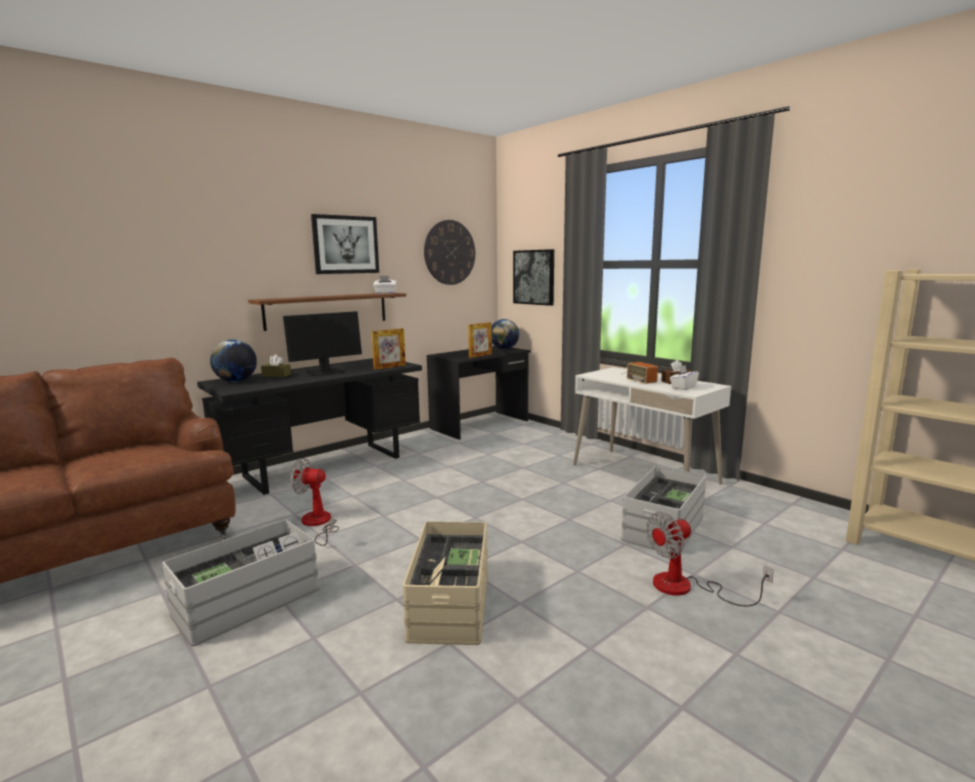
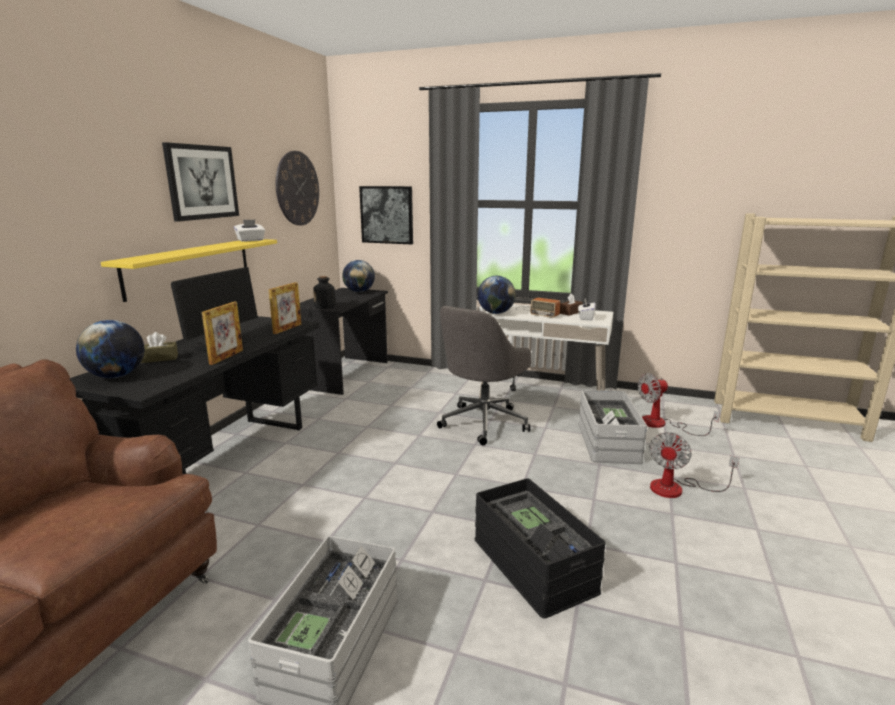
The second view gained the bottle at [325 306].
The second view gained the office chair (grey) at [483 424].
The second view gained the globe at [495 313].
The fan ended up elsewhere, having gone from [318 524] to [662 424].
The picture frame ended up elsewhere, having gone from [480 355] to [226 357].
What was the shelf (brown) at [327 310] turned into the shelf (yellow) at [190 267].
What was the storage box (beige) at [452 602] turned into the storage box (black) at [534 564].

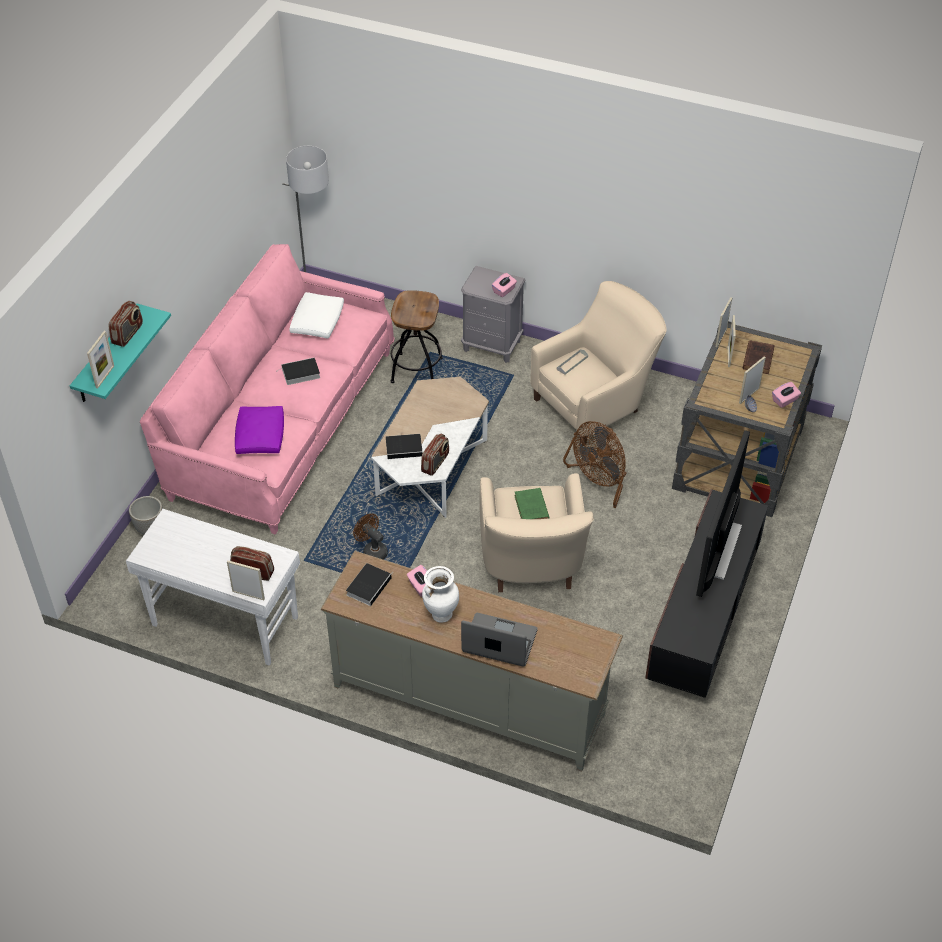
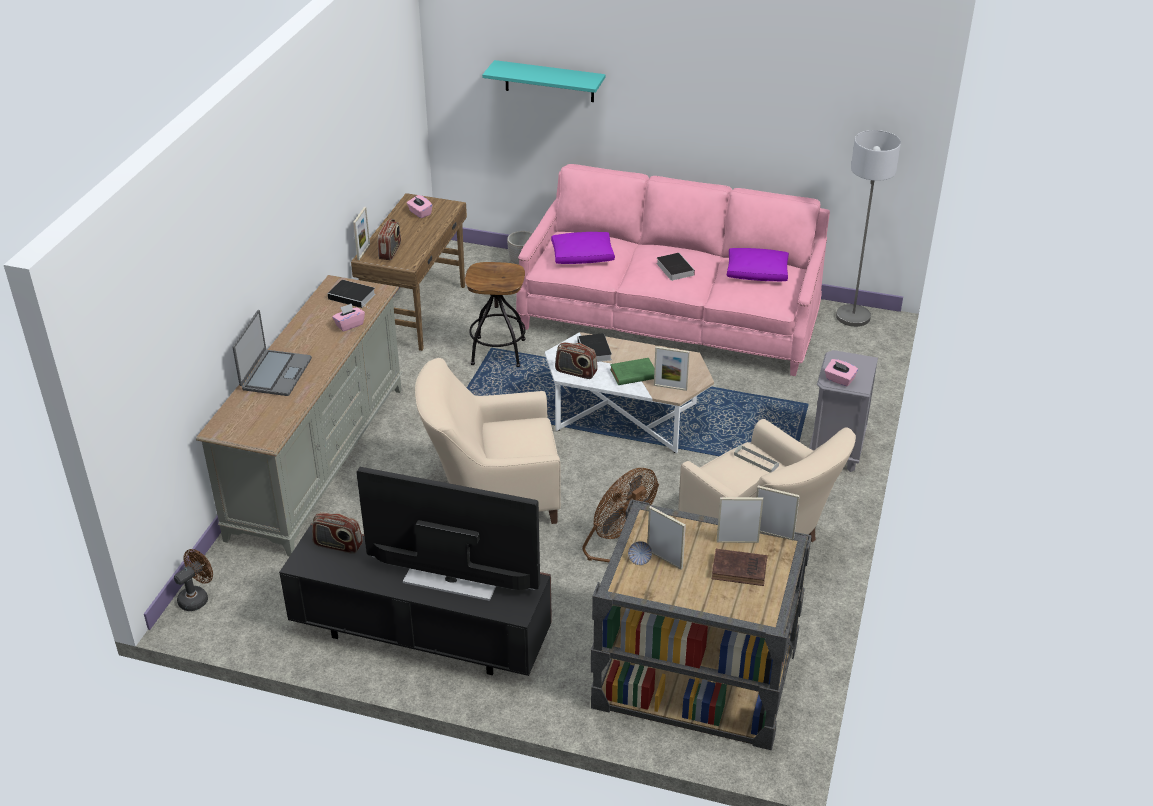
The second view lost the vase (white) at [441 614].
The picture frame ended up elsewhere, having gone from [105 376] to [670 387].
The radio ended up elsewhere, having gone from [128 334] to [338 545].
The fan (brown) ended up elsewhere, having gone from [372 551] to [197 598].
The stool (brown) ended up elsewhere, having gone from [416 369] to [498 351].
The book (green) ended up elsewhere, having gone from [531 509] to [632 374].
The tissue box (pink) ended up elsewhere, having gone from [785 400] to [420 213].
What was the console table (white) at [224 621] turned into the console table (brown) at [417 312].
What was the pillow (white) at [317 321] turned into the pillow (purple) at [757 273].

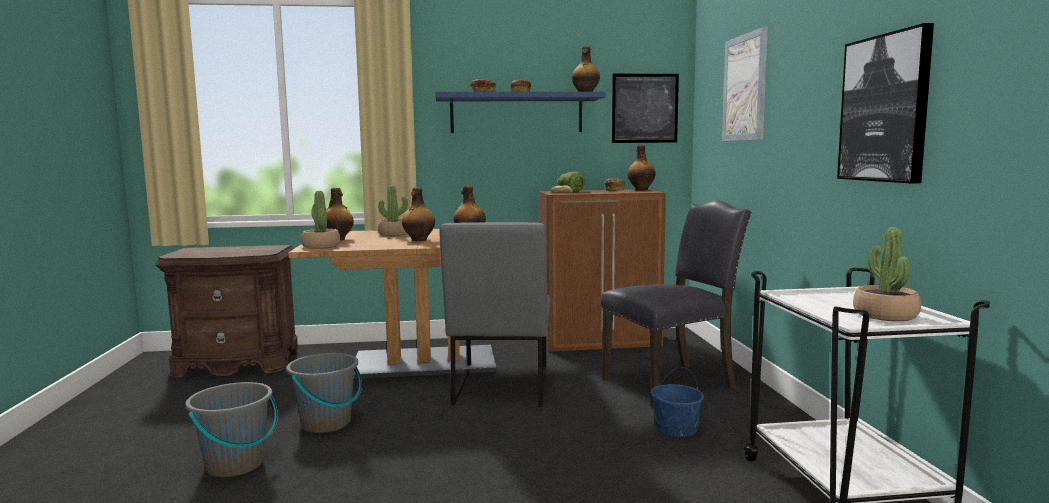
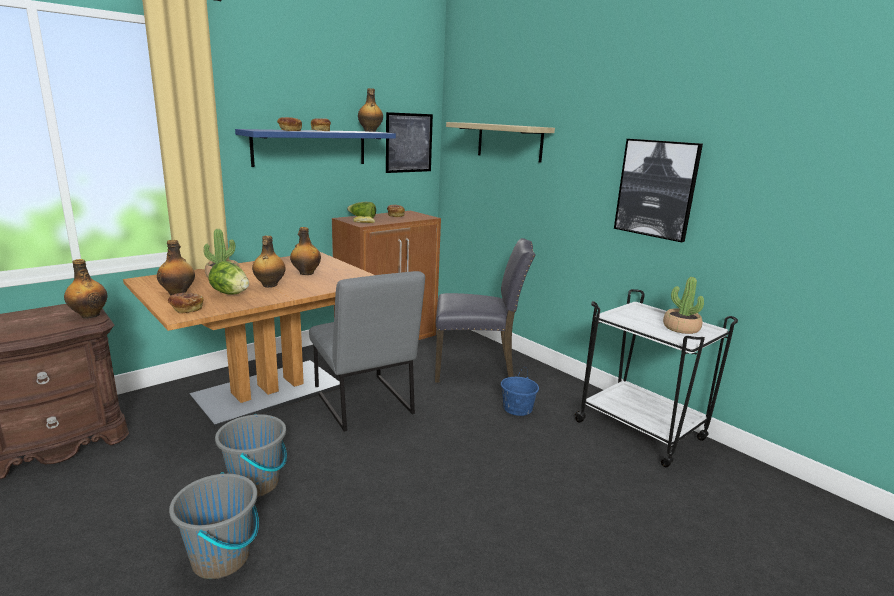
The second view gained the lettuce at [230 293].
The bottle ended up elsewhere, having gone from [641 189] to [89 315].
Where the potted plant stood at [321 246], the bread came to stand at [186 309].
Where the picture hung at [744 88], the shelf came to hang at [509 142].
The chair (grey) at [672 383] ended up facing another way, 60 degrees clockwise from before.

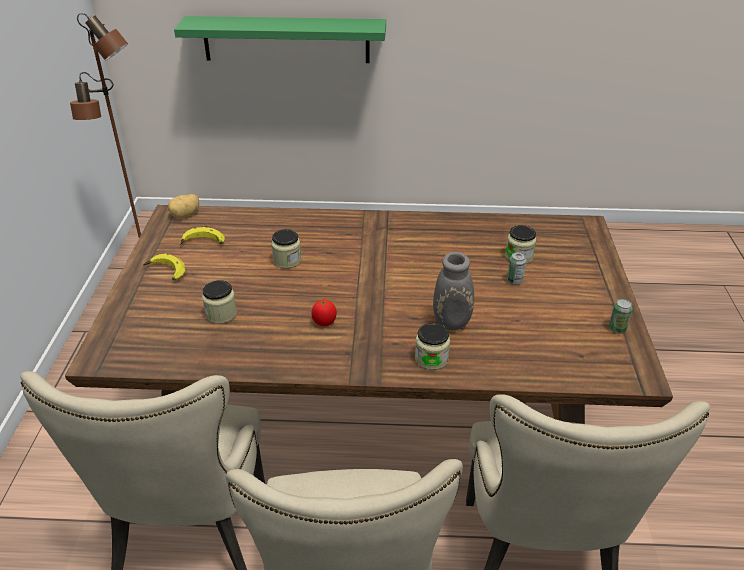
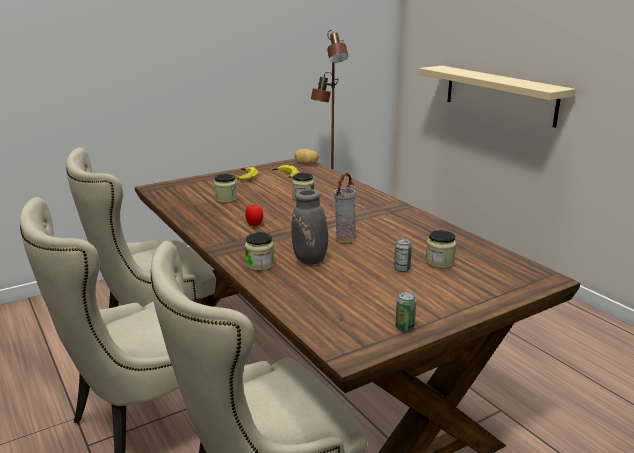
The second view gained the vase at [344 239].
What was the shelf (green) at [286 39] turned into the shelf (beige) at [499 94].

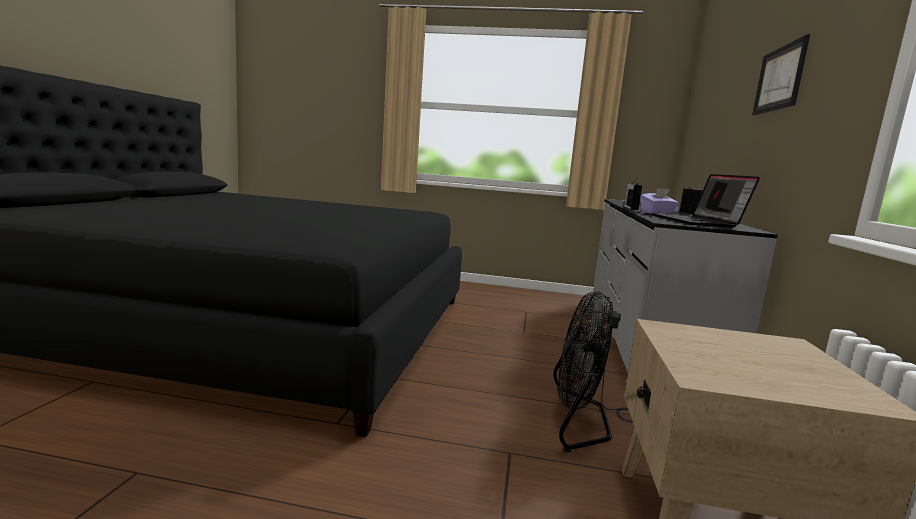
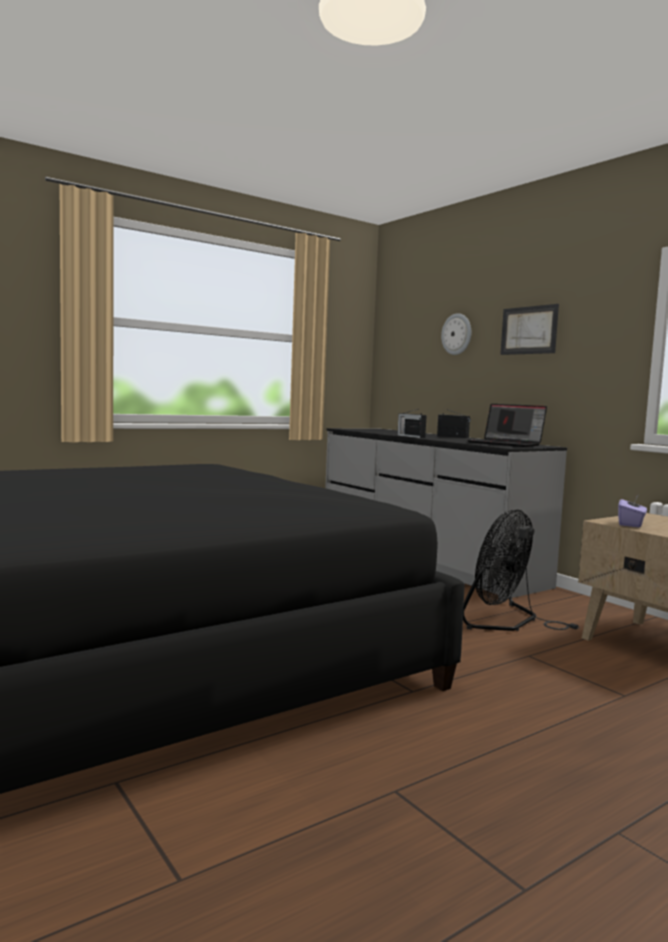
The second view gained the wall clock at [457 334].
The tissue box (purple) ended up elsewhere, having gone from [657 213] to [631 524].
The fan (black) at [586 418] ended up facing another way, 75 degrees clockwise from before.

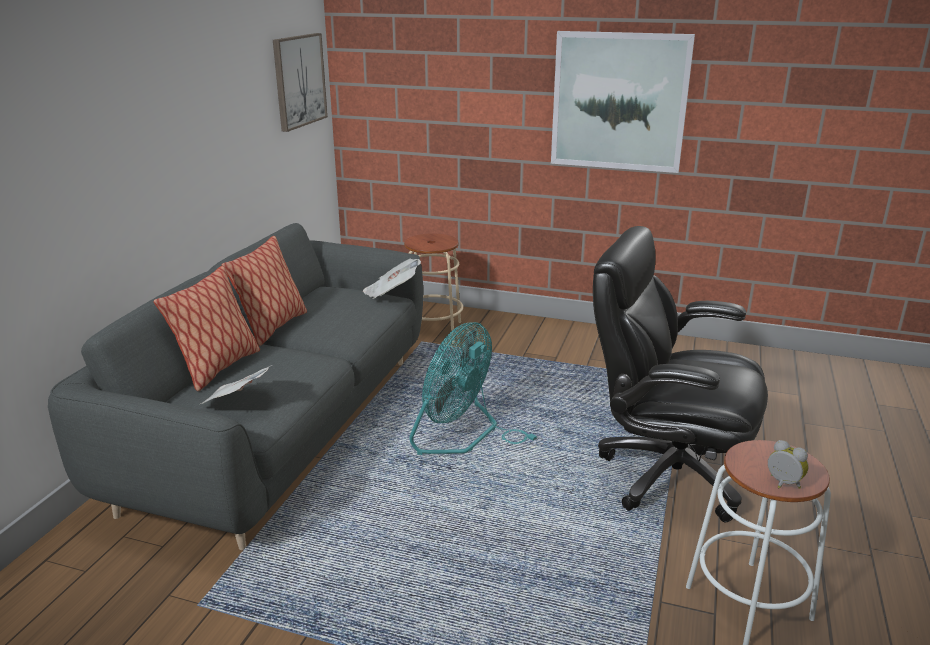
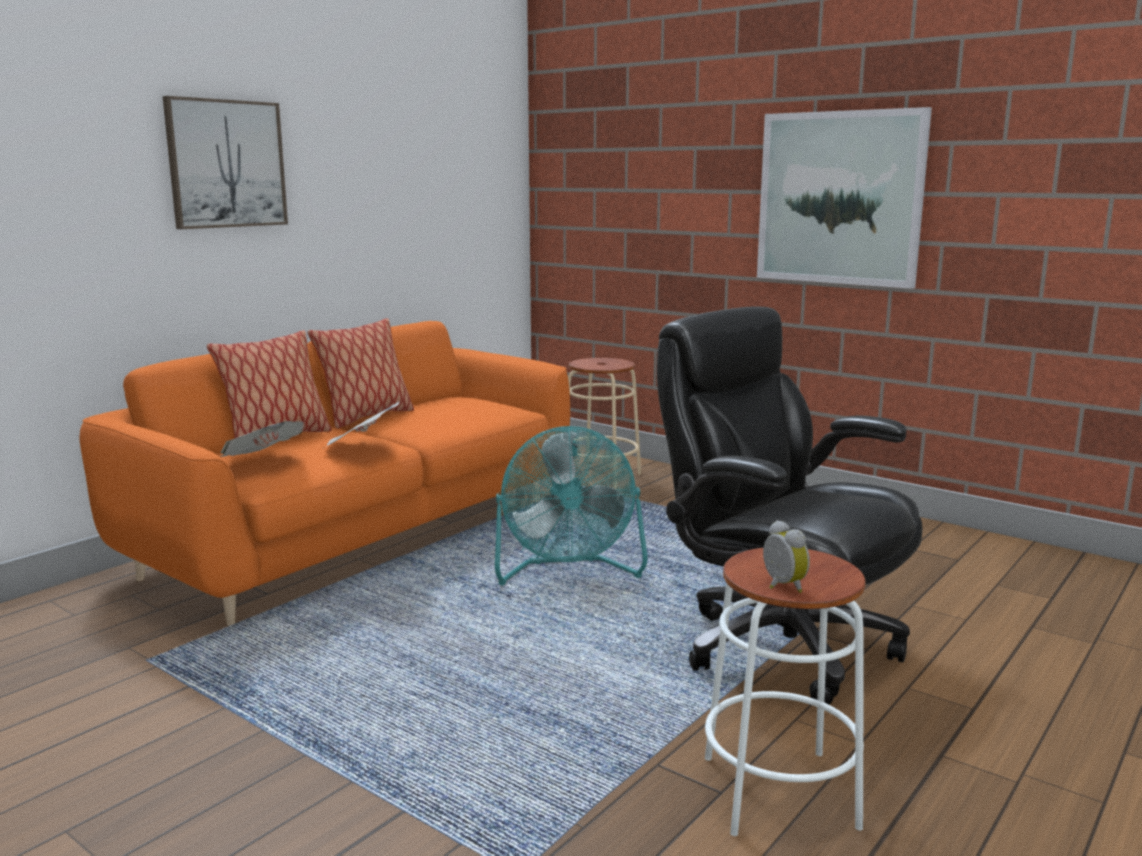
The picture ended up elsewhere, having gone from [299 81] to [226 164].
The newspaper ended up elsewhere, having gone from [391 293] to [361 446].
What was the sofa (grey) at [281 427] turned into the sofa (orange) at [360 535].
The fan (turquoise) at [470 433] ended up facing another way, 150 degrees counterclockwise from before.

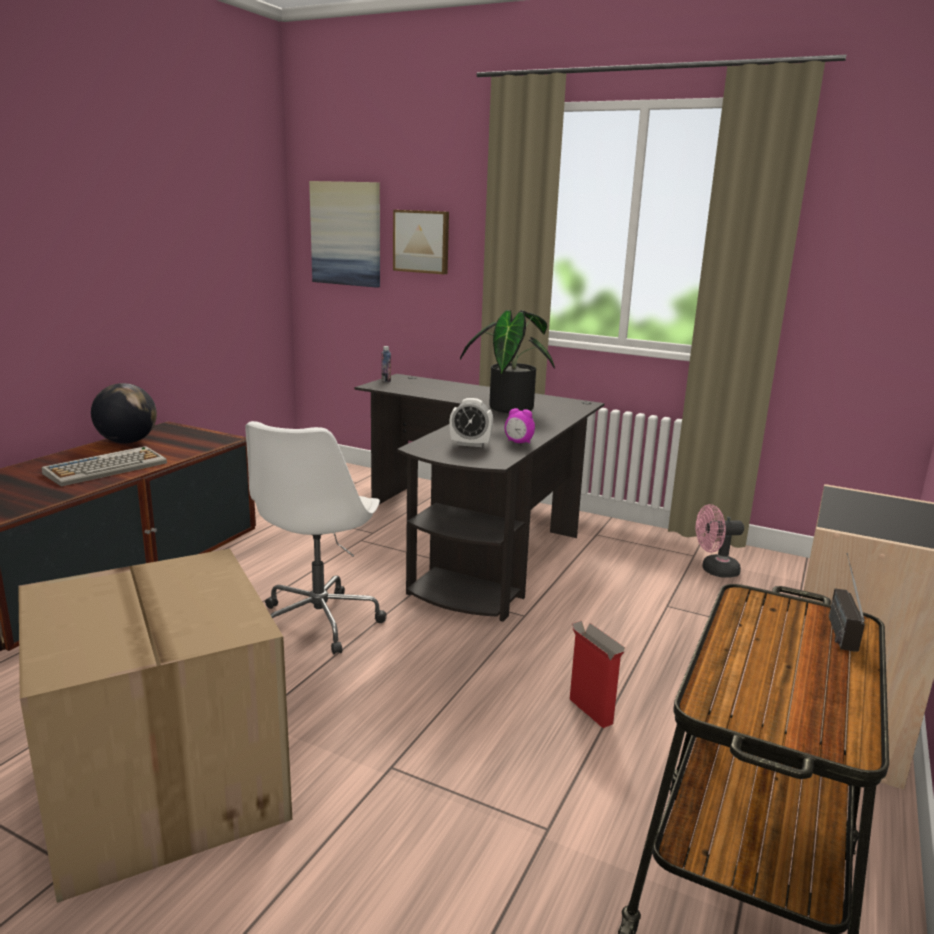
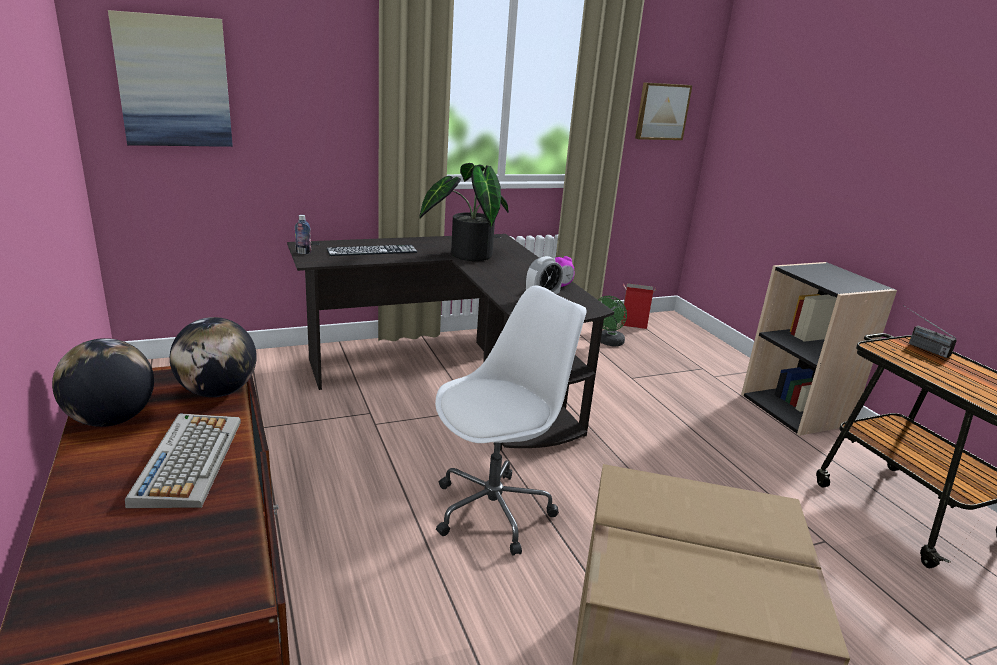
The second view gained the globe at [217 392].
The second view gained the keyboard at [372 250].
The picture ended up elsewhere, having gone from [422 241] to [661 111].
The cardboard box ended up elsewhere, having gone from [589 710] to [633 326].
What was the fan (pink) at [714 570] turned into the fan (green) at [608 343].
The office chair (white) at [317 624] ended up facing another way, 90 degrees counterclockwise from before.

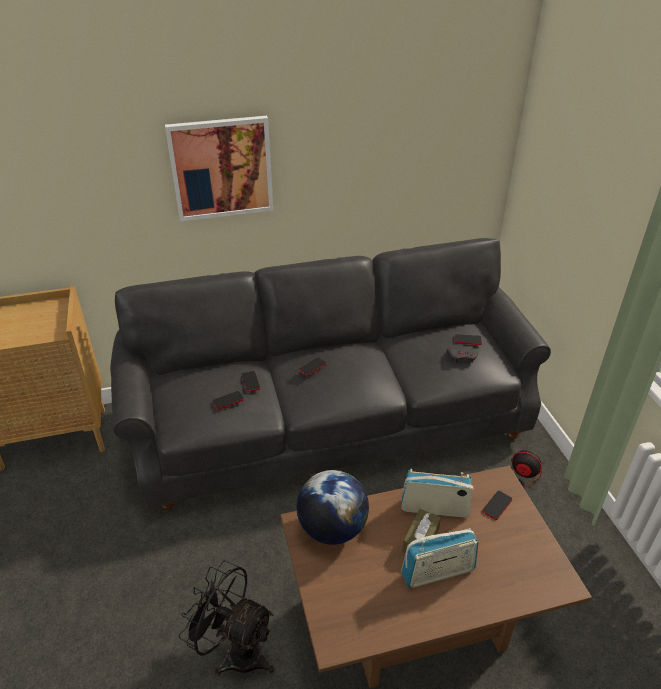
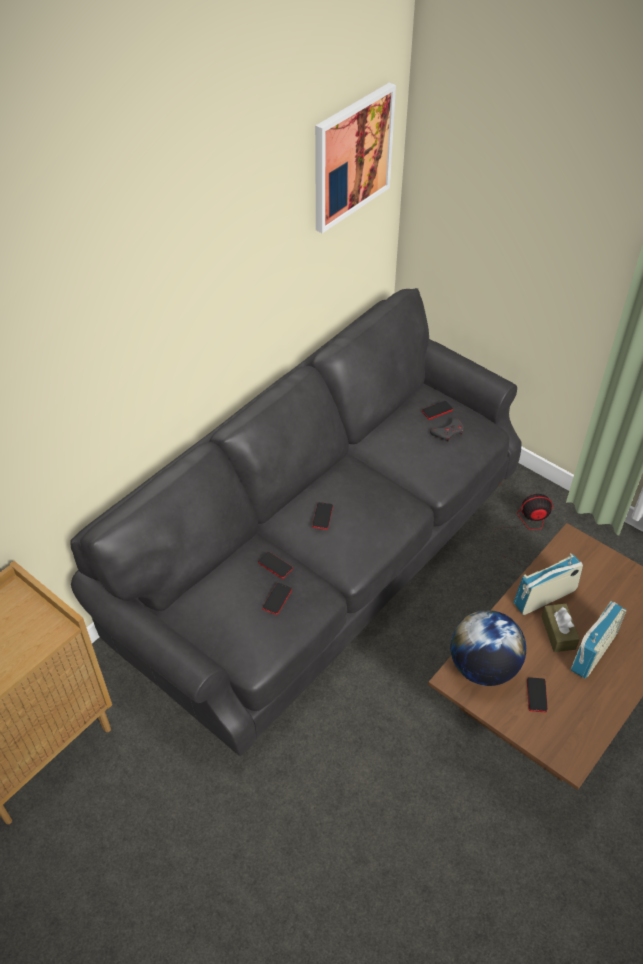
The second view lost the fan (black) at [236 651].
The picture ended up elsewhere, having gone from [221 168] to [351 157].
The phone ended up elsewhere, having gone from [497 505] to [536 695].

